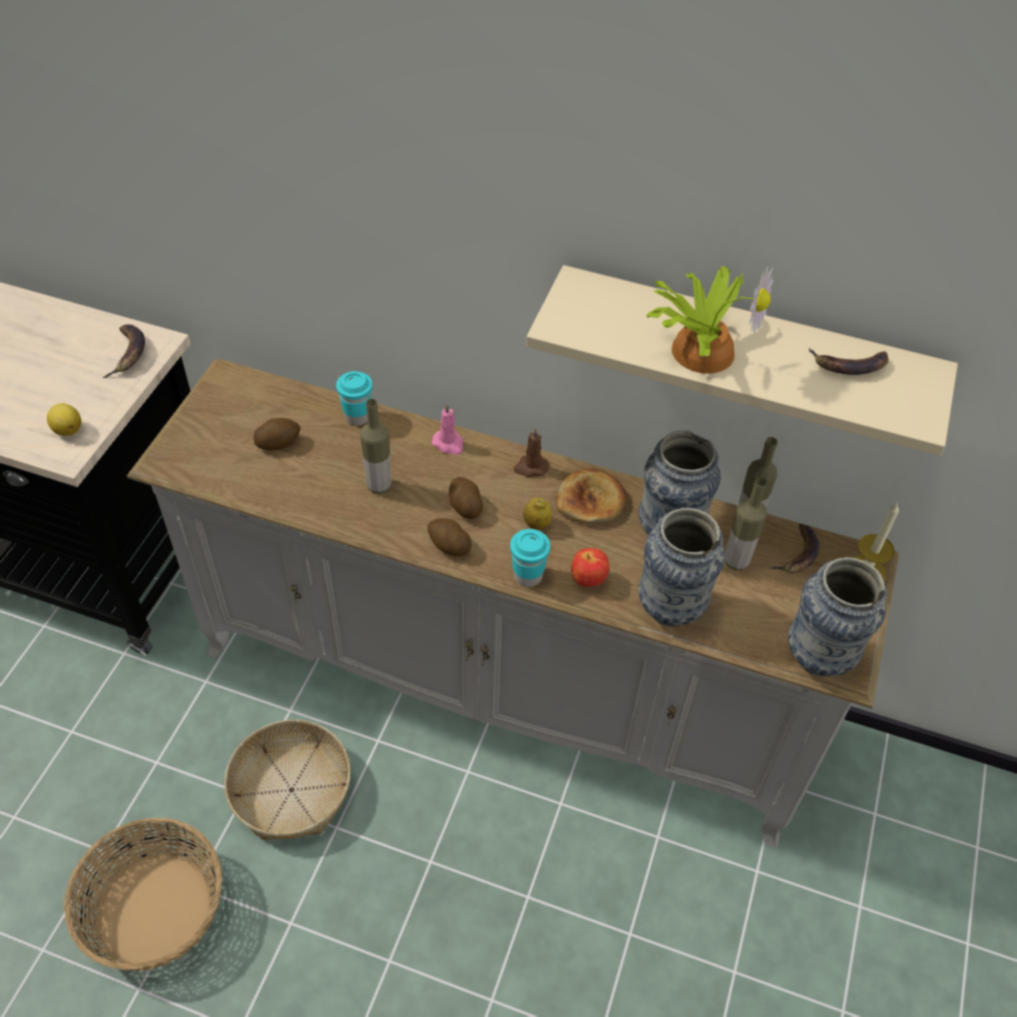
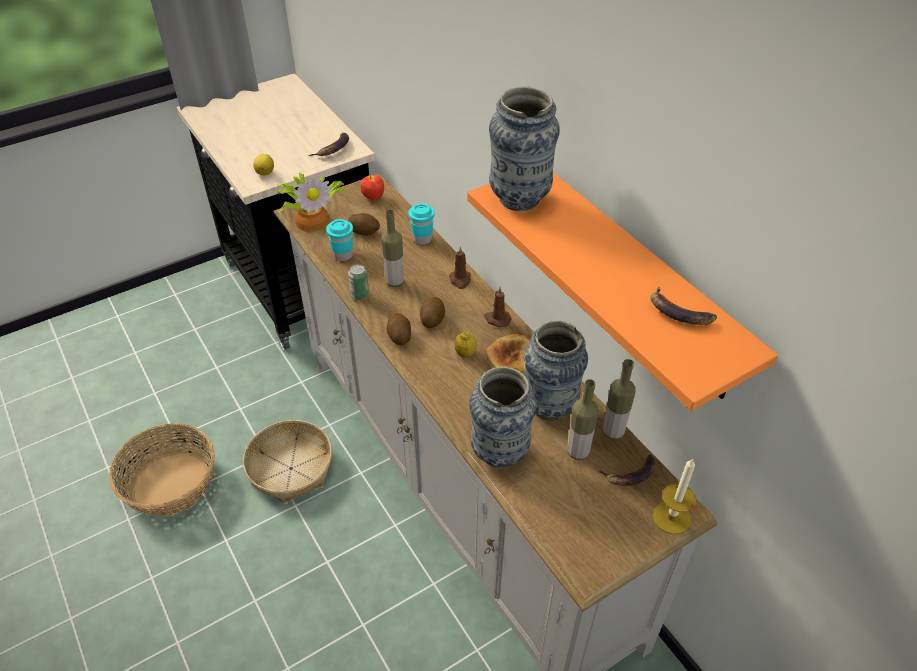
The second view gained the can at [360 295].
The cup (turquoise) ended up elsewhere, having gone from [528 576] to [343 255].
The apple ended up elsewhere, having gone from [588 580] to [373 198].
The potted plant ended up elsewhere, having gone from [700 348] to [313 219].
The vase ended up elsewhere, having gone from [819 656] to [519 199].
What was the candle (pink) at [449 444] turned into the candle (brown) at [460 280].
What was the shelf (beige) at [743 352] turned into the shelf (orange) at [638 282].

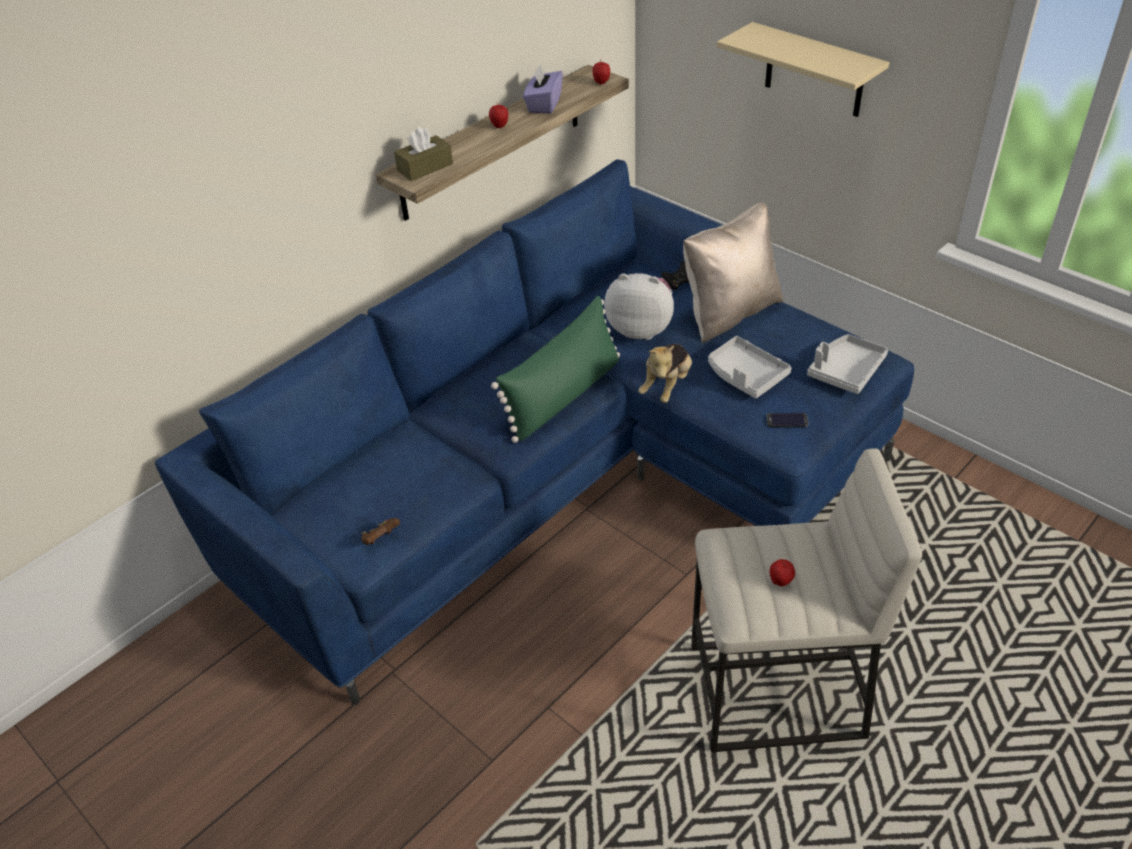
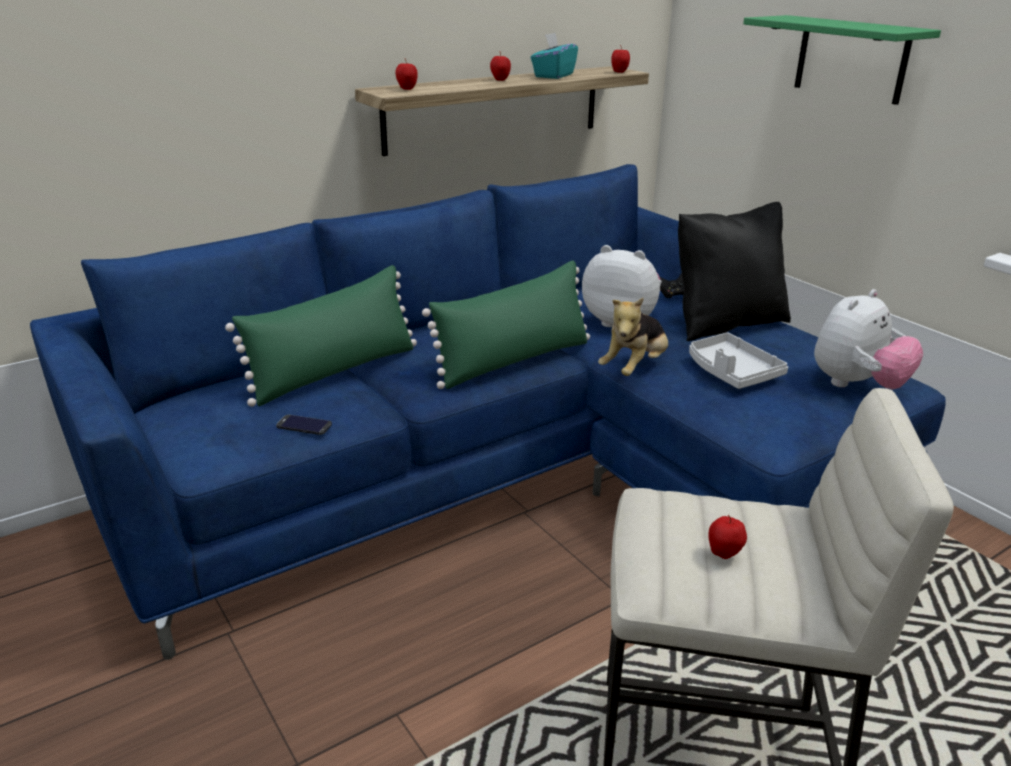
The second view lost the game controller (brown) at [381 539].
The second view gained the pillow (green) at [335 372].
The phone ended up elsewhere, having gone from [787 420] to [304 425].
Where the tissue box (brown) stood at [425 167], the apple came to stand at [407 89].
Where the tray (grey) stood at [845 371], the plush toy came to stand at [857 385].
What was the tissue box (purple) at [544 105] turned into the tissue box (turquoise) at [553 76].
What was the pillow (beige) at [729 313] turned into the pillow (black) at [725 323].
What was the shelf (beige) at [814 71] turned into the shelf (green) at [851 59].

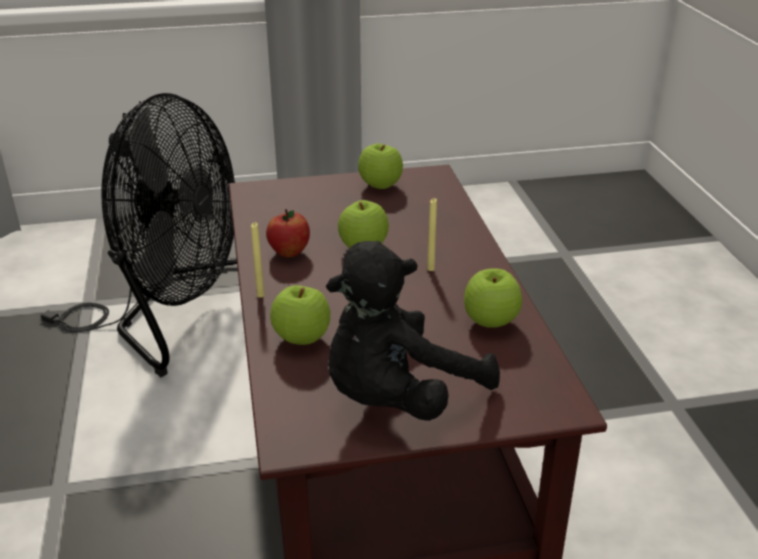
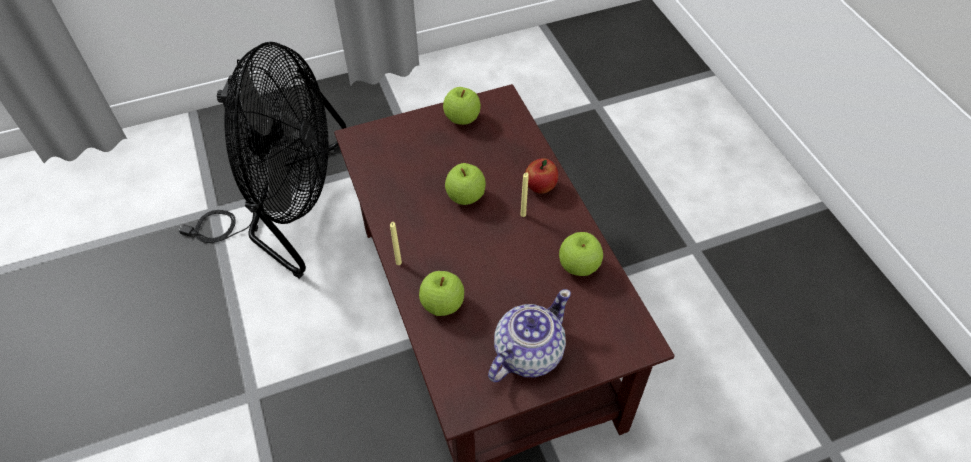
The apple ended up elsewhere, having gone from [289 252] to [540 187].
Where the plush toy (black) stood at [398 397], the teapot came to stand at [527 353].

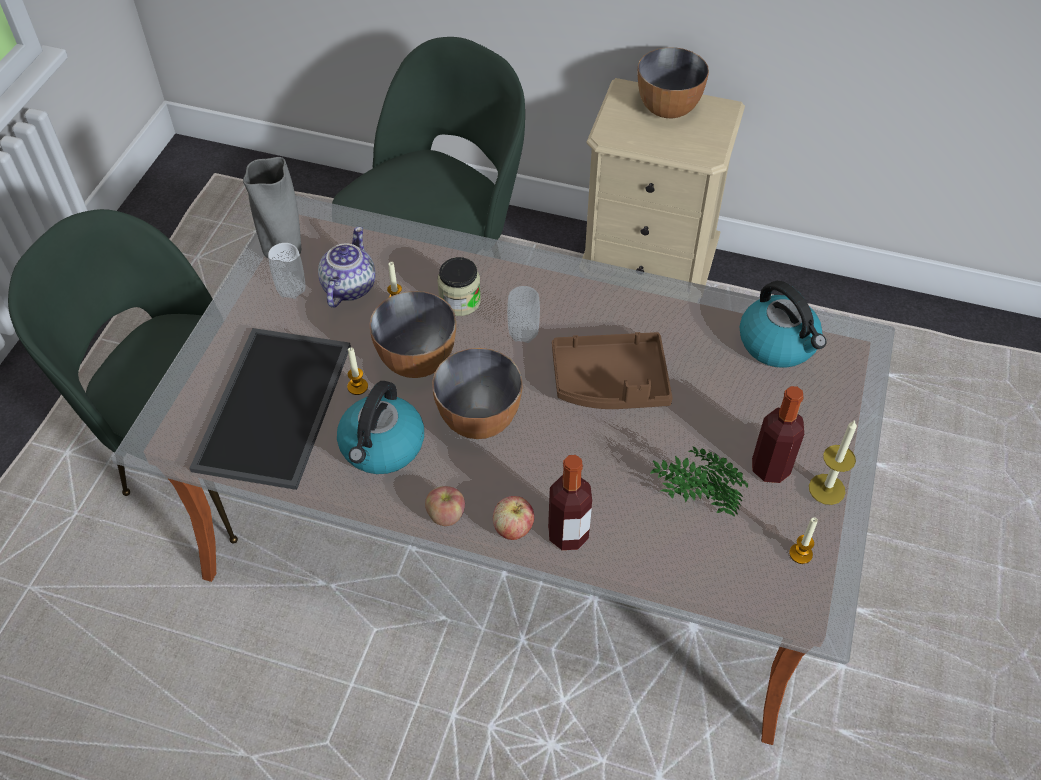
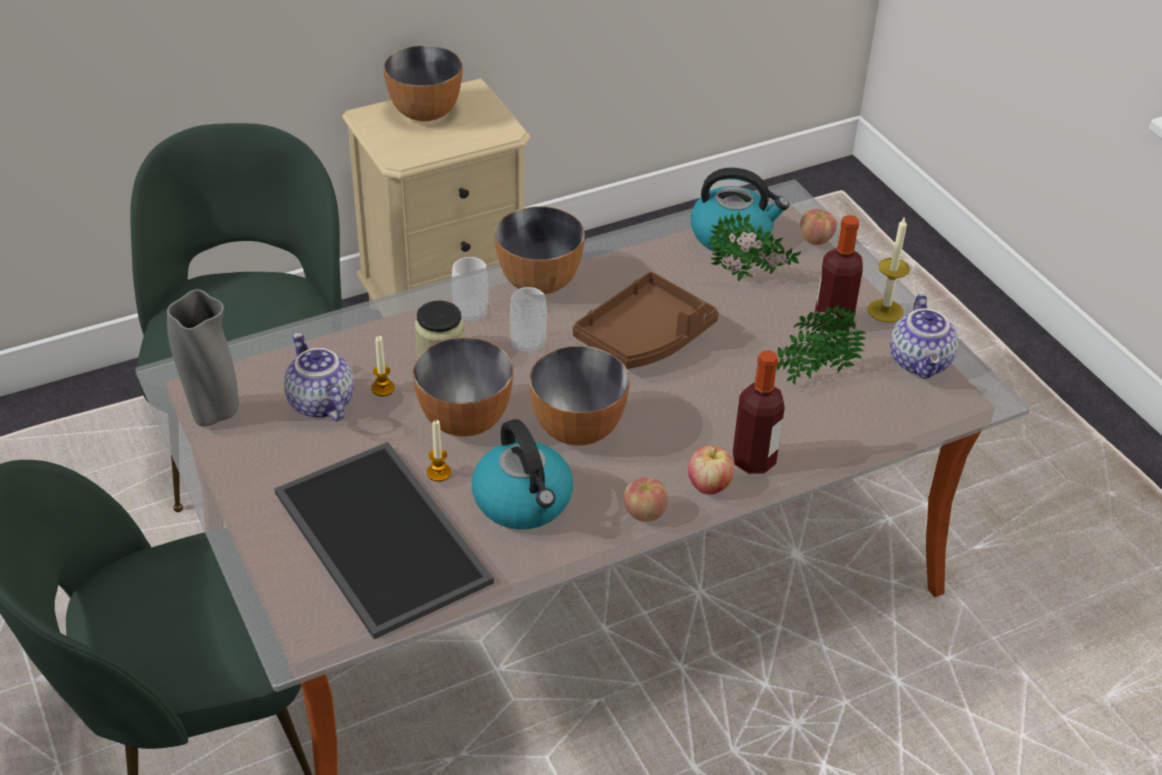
The second view gained the bowl at [539 282].
The second view gained the potted plant at [749 279].
The second view gained the apple at [815 239].
The cup ended up elsewhere, having gone from [291 289] to [470 314].
Where the candle stood at [800 554], the teapot came to stand at [921 363].

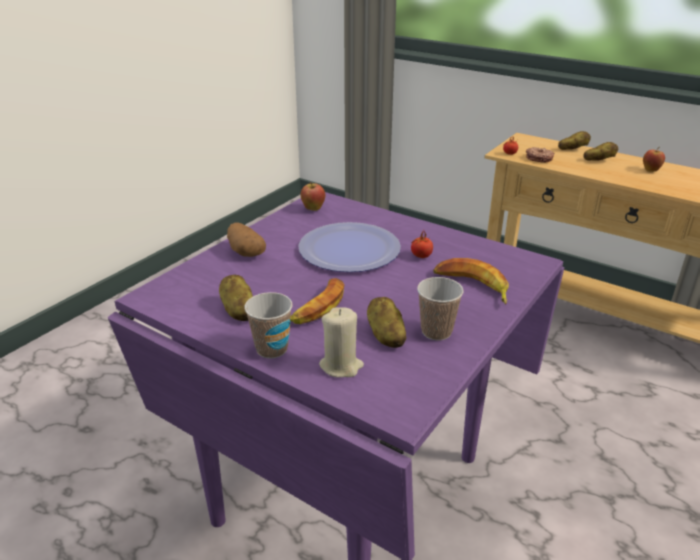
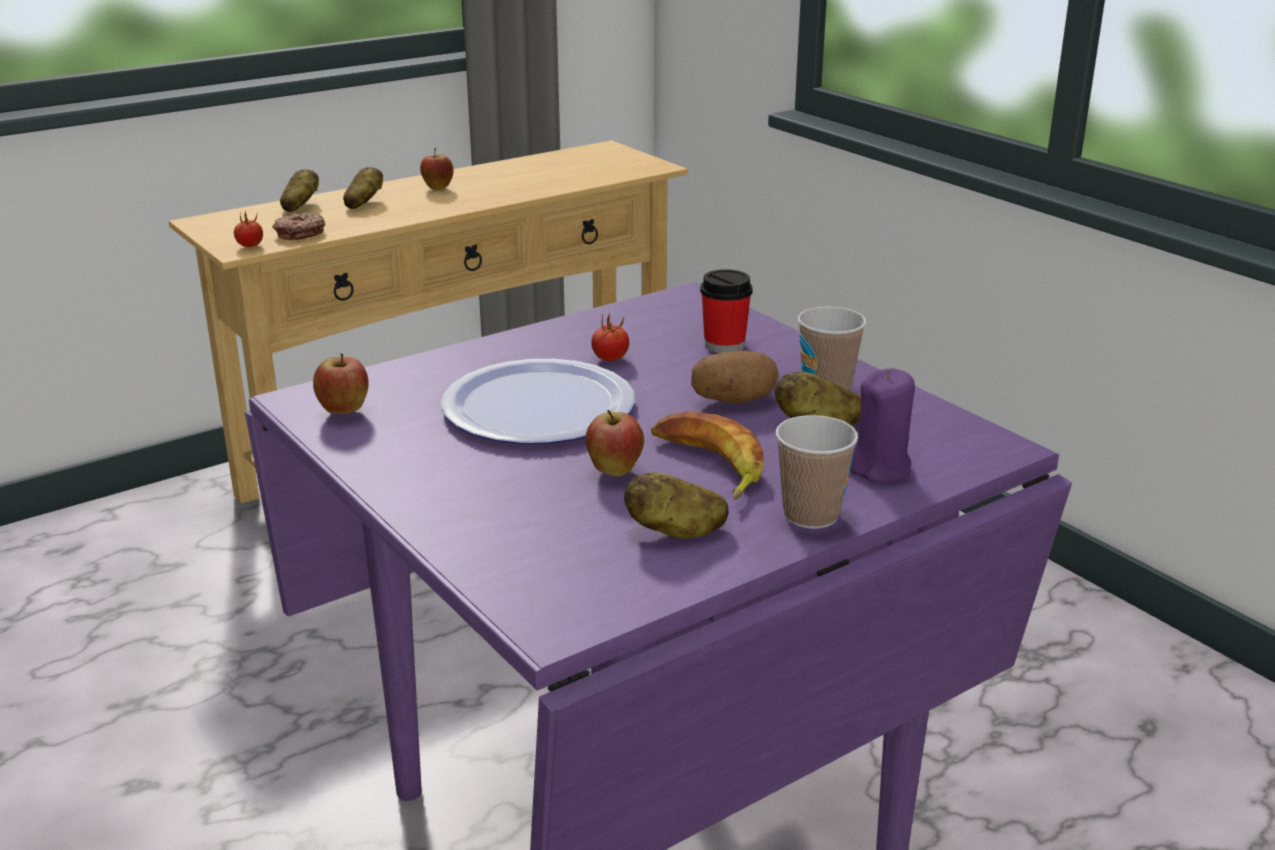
The second view gained the apple at [614 472].
The potato ended up elsewhere, having gone from [245 252] to [734 400].
Where the banana stood at [472 286], the cup came to stand at [724 345].
What was the candle (beige) at [341 366] turned into the candle (purple) at [880 468].

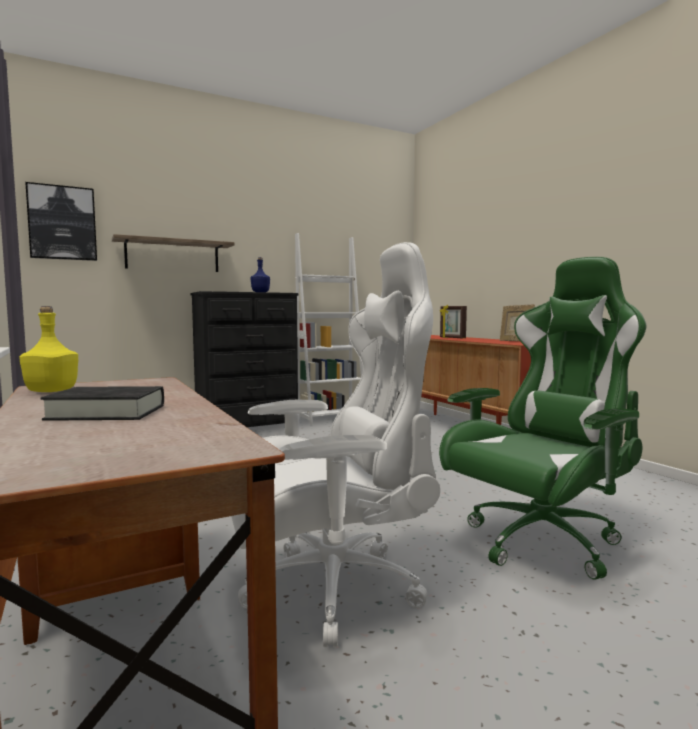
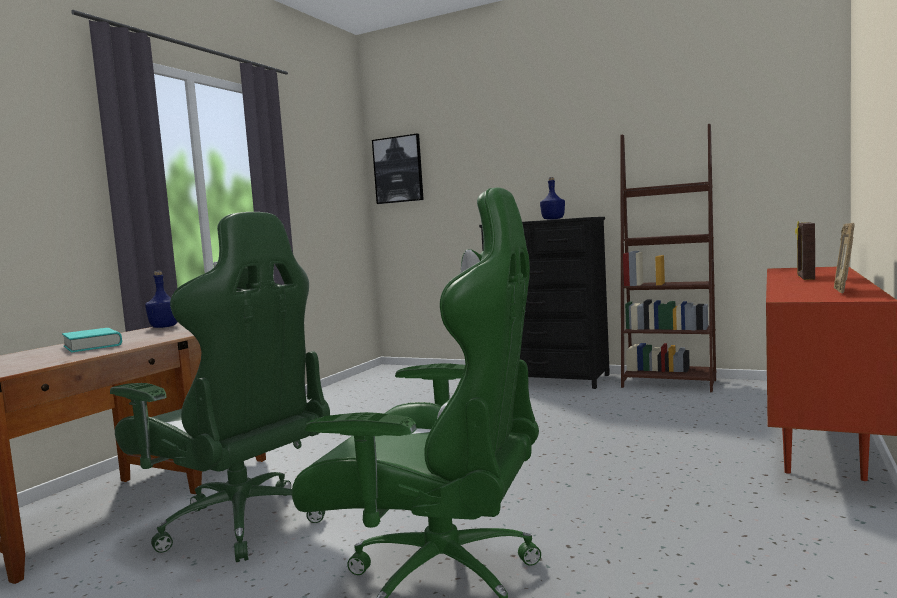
The second view lost the shelf at [172 256].
What was the bottle (yellow) at [50 391] turned into the bottle (blue) at [164 327].
What was the book (black) at [107 412] turned into the book (turquoise) at [92 345].
What was the office chair (white) at [322 592] turned into the office chair (green) at [235 523].
What was the bookcase (white) at [331 418] turned into the bookcase (brown) at [669 383].

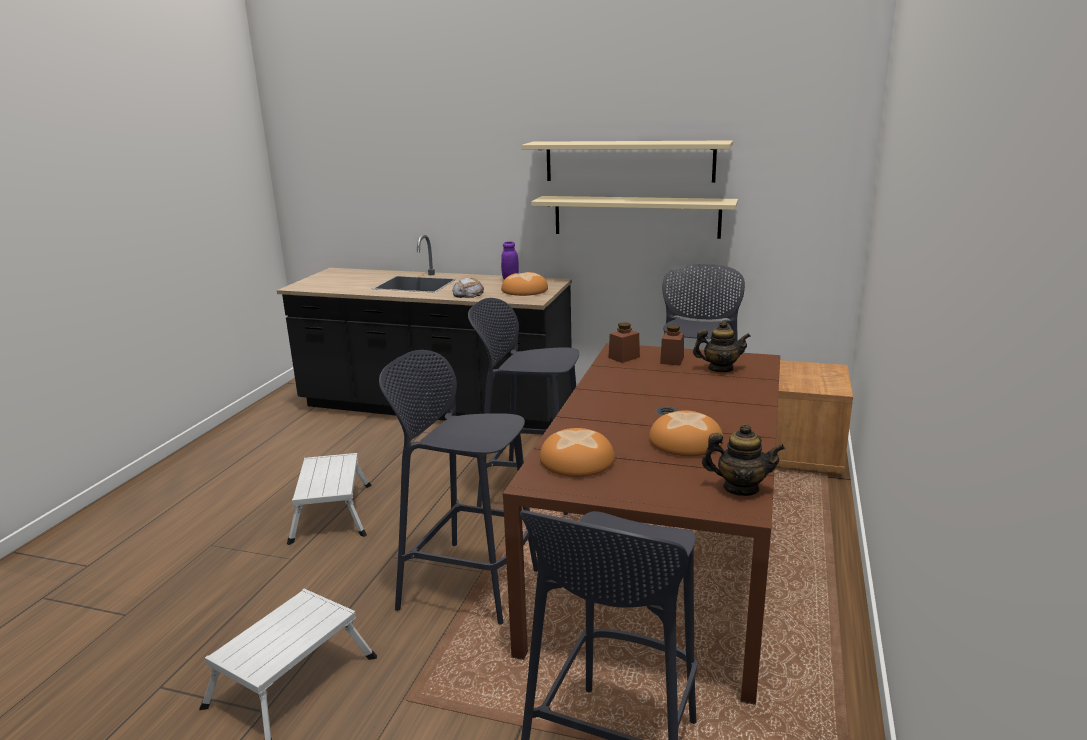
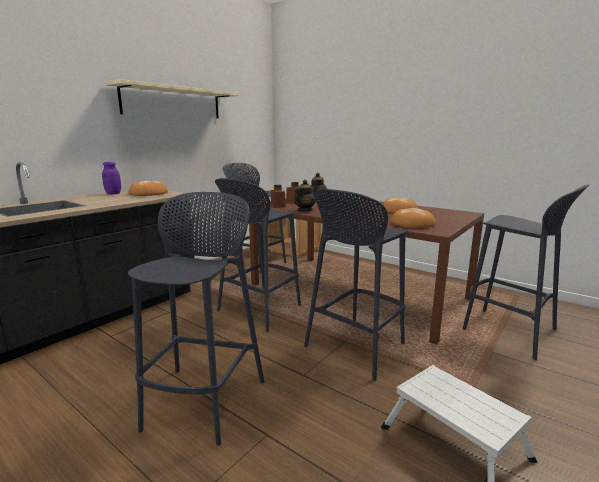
The second view lost the bread at [468 294].
The second view lost the shelf (beige) at [636 216].
The teapot ended up elsewhere, having gone from [740 488] to [304 210].
Where the step ladder (white) stood at [331 513], the stool (grey) came to stand at [203 401].

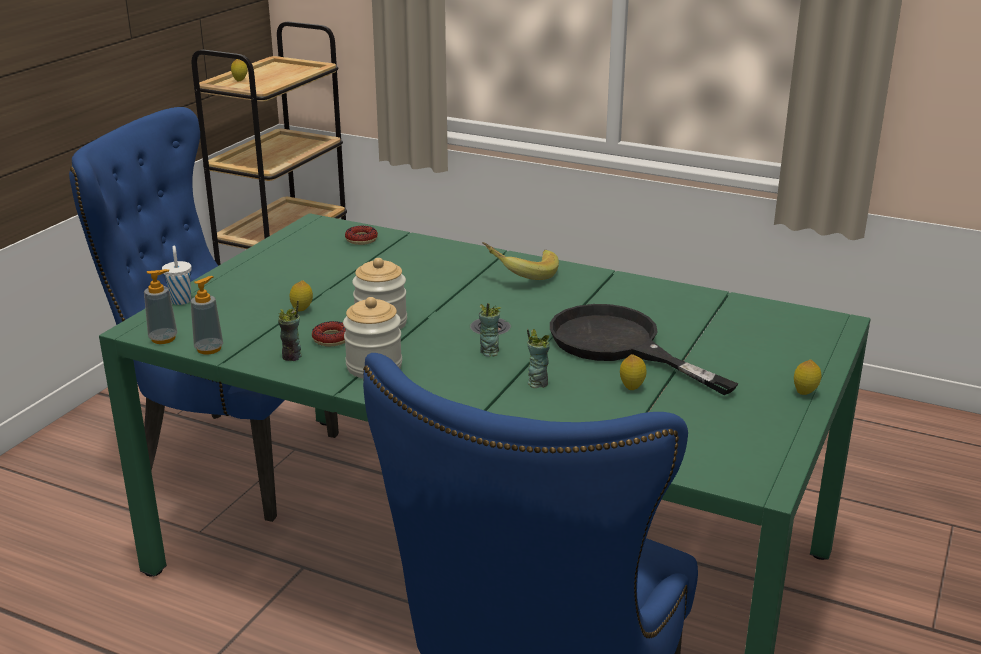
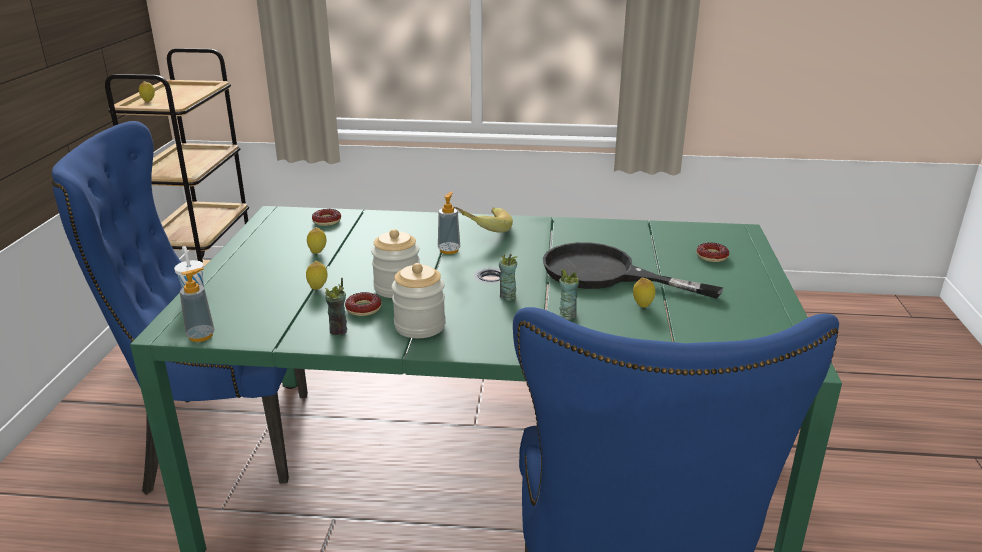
The second view gained the donut at [711 256].
The soap dispenser ended up elsewhere, having gone from [209 349] to [449 250].
The lemon ended up elsewhere, having gone from [805 393] to [318 252].

